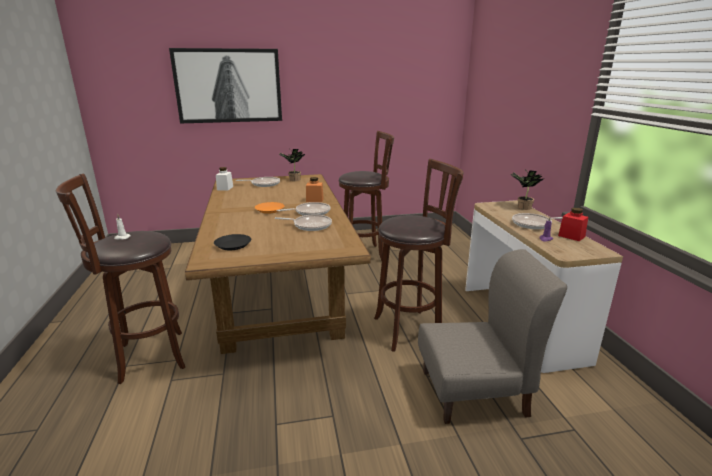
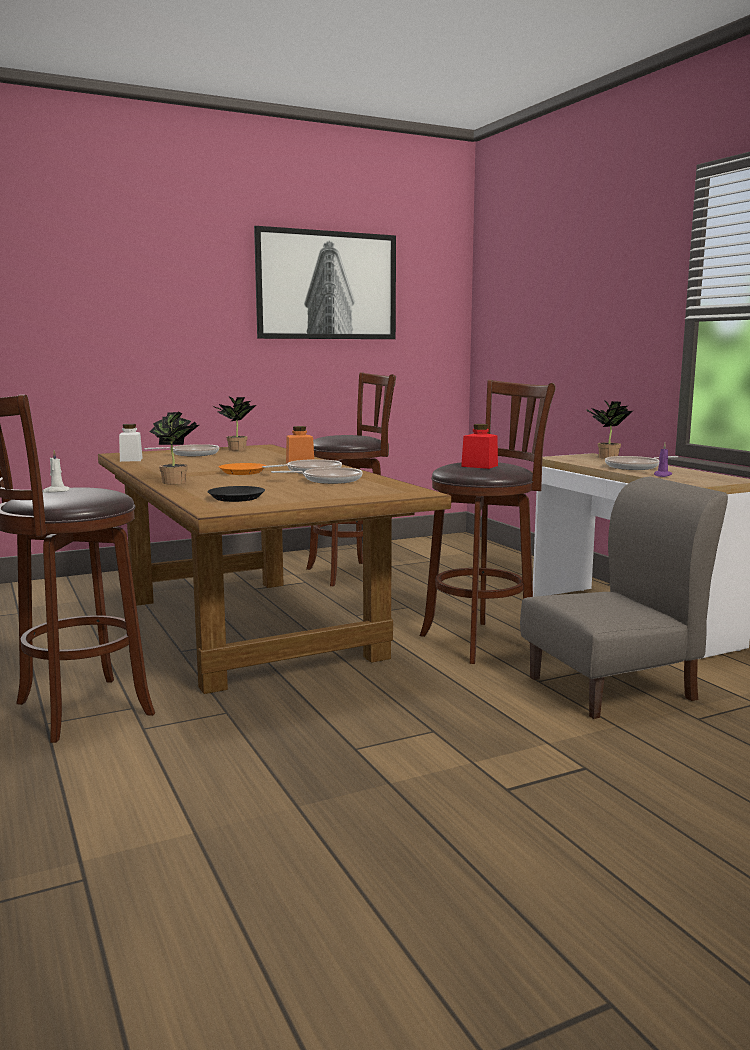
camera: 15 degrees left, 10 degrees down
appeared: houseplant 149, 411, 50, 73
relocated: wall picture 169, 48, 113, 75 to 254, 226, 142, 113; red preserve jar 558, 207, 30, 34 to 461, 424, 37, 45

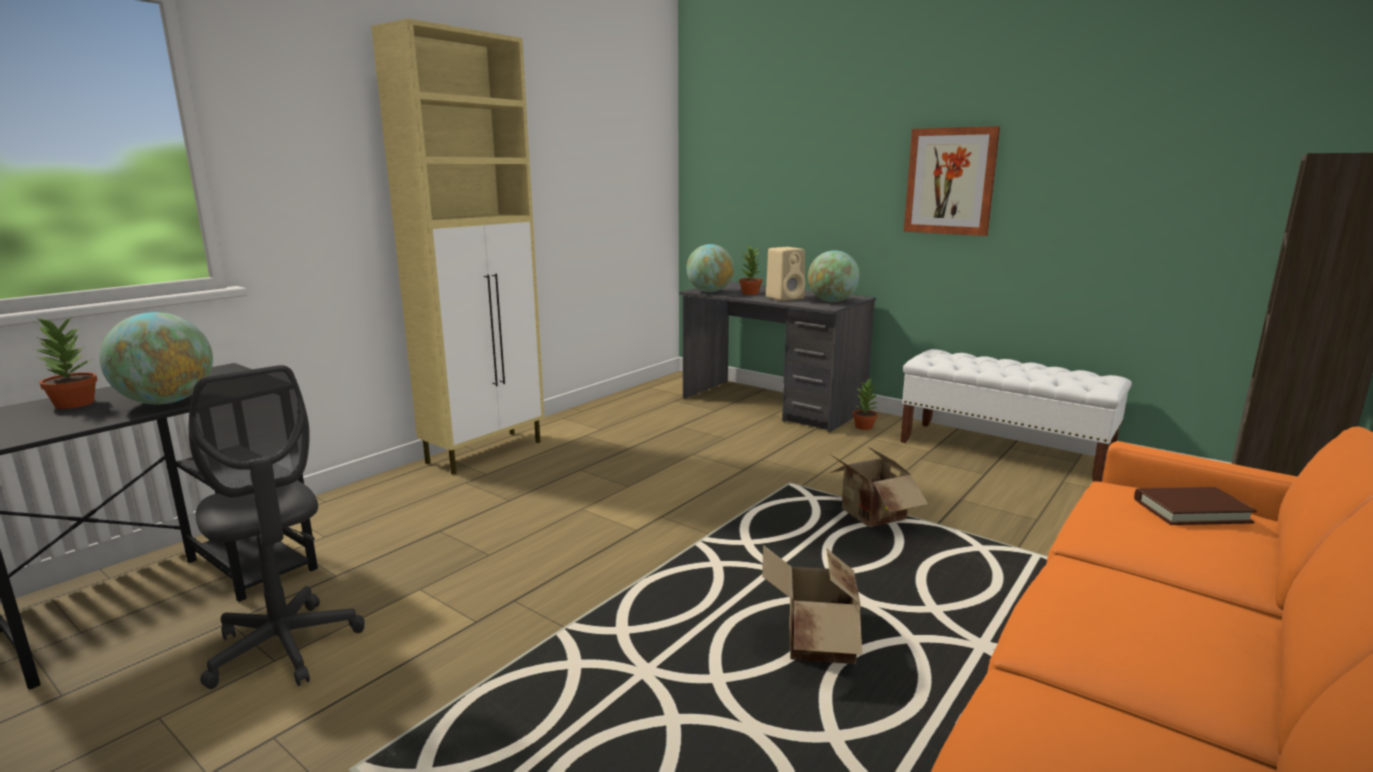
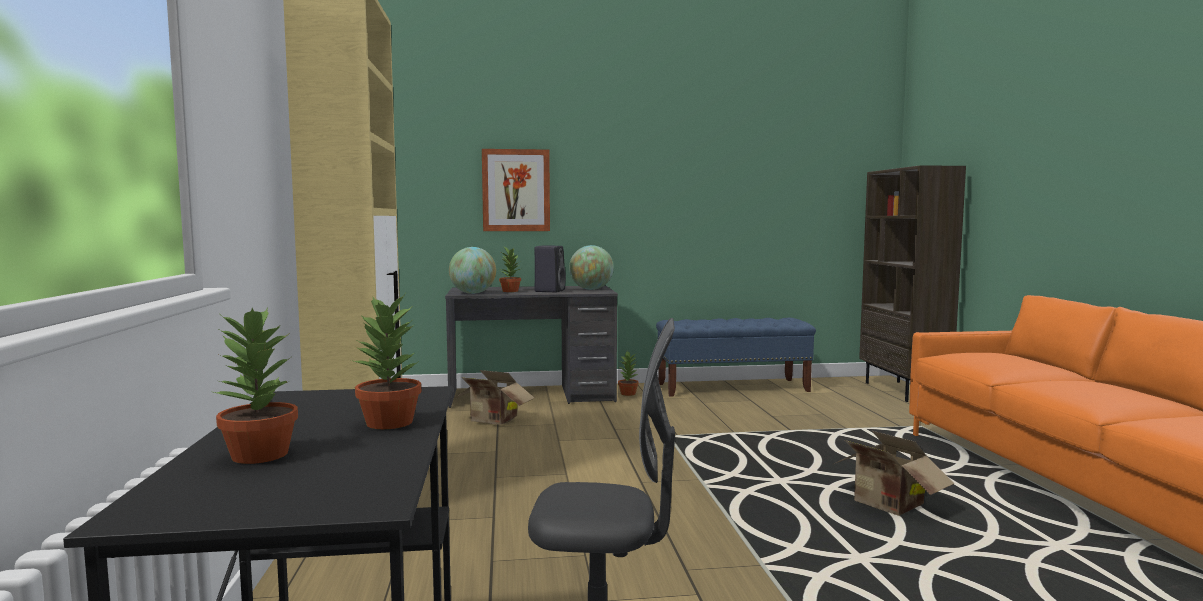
camera: 45 degrees left, 10 degrees down
missing: brownish volume 1134, 487, 123, 38
relocated: cardboard box 828, 446, 100, 81 to 455, 370, 79, 55; wall picture 904, 126, 96, 110 to 482, 149, 68, 82
exchanged: desk globe 99, 312, 114, 92 to houseplant 351, 294, 70, 135
colour: beige-coloured speaker 766, 247, 39, 54 to black-coloured speaker 534, 246, 32, 46; white-coloured long seat 900, 349, 232, 133 to blue long seat 656, 318, 160, 79

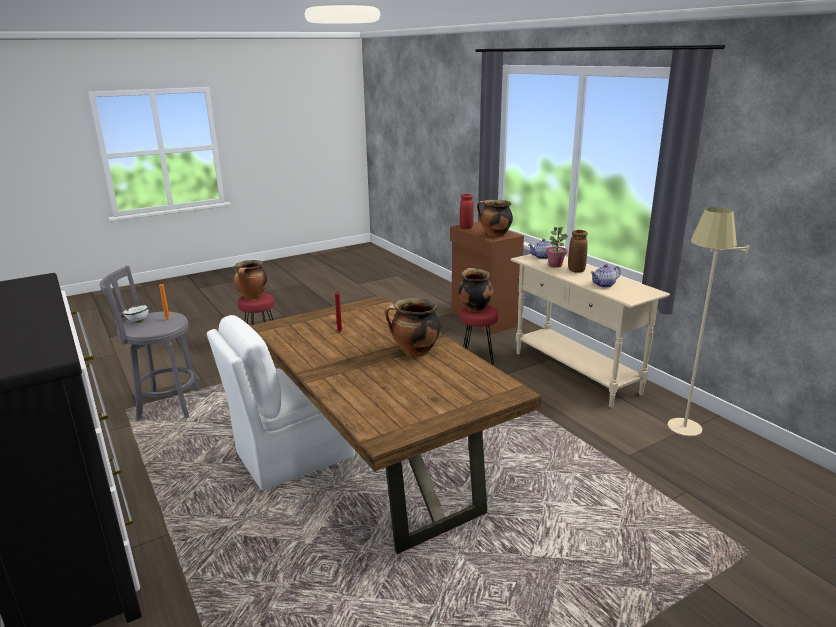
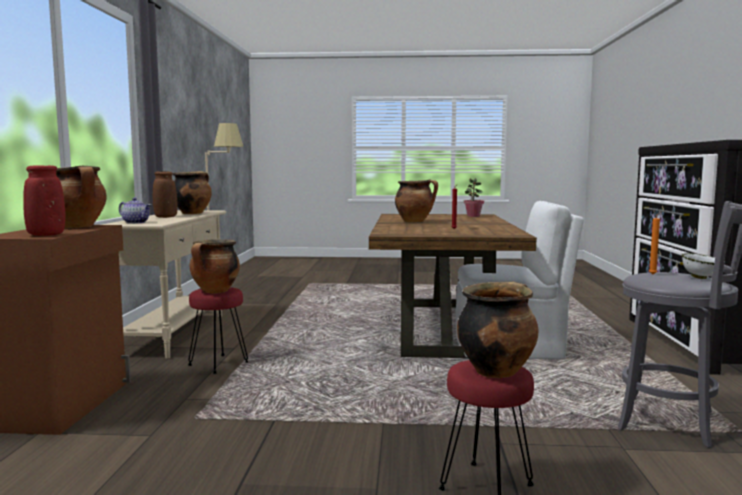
camera: 145 degrees left, 15 degrees down
relocated: houseplant 546, 227, 22, 41 to 464, 178, 20, 39
exchanged: pot for tea 590, 264, 31, 24 to saucepot 173, 171, 39, 43

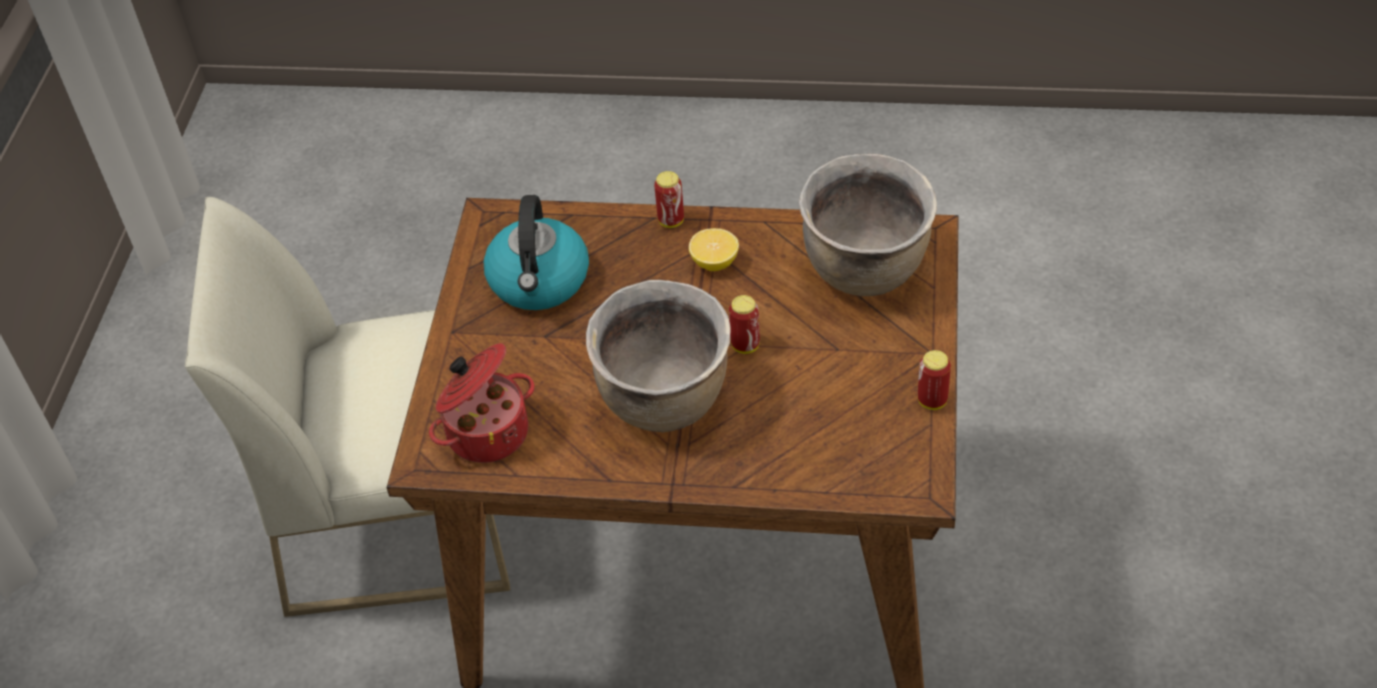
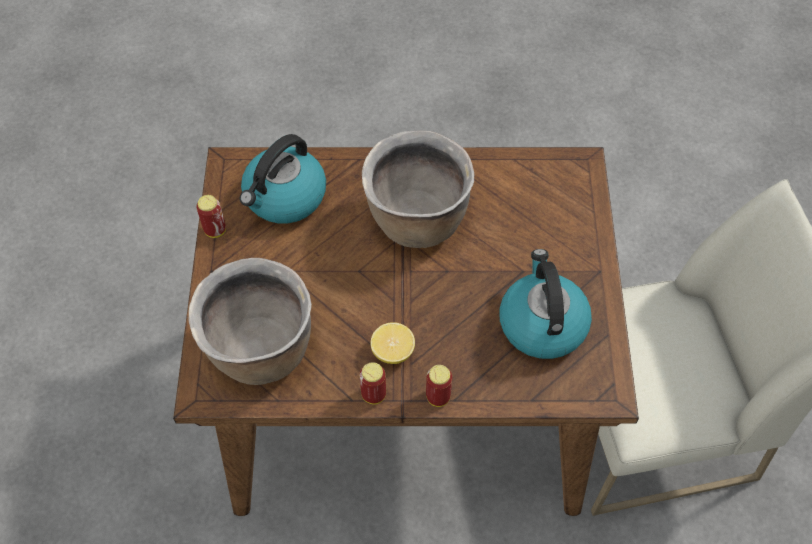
camera: 170 degrees right, 10 degrees up
missing: saucepot 429, 343, 105, 120
appeared: water kettle 240, 134, 86, 90
relocated: metal can 729, 295, 31, 59 to 359, 362, 27, 42

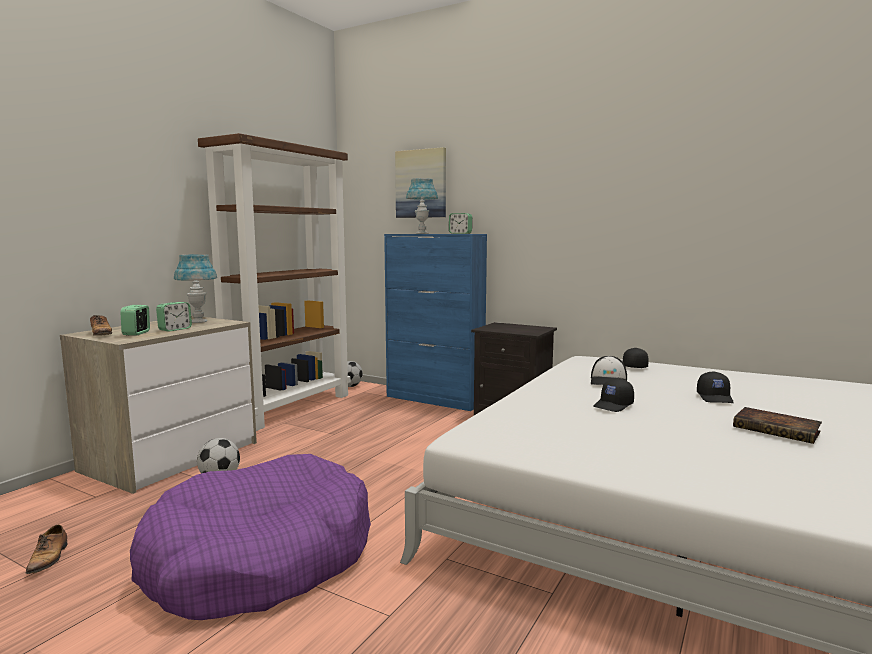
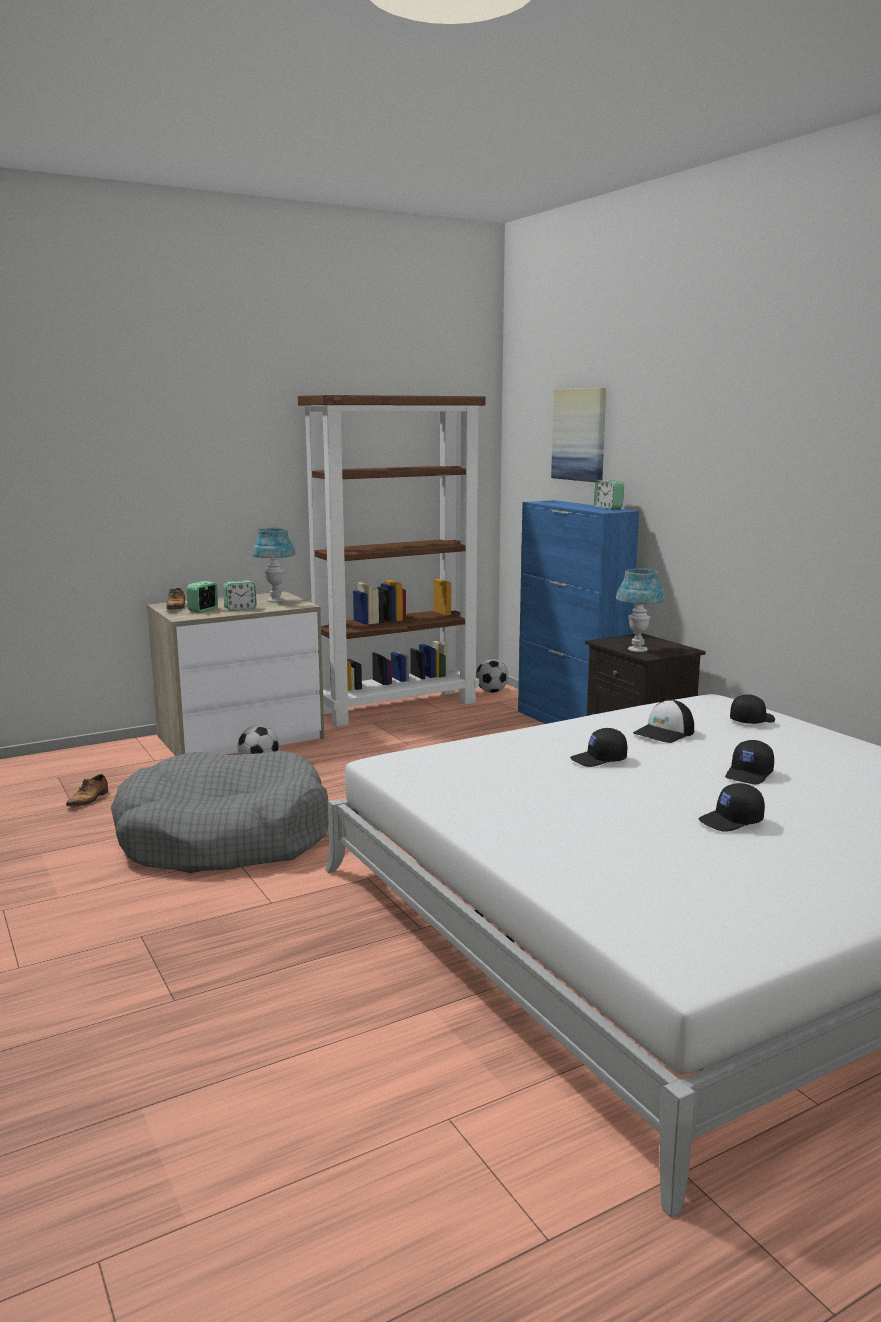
camera: 30 degrees right, 5 degrees up
relocated: blue lamp for a table 406, 178, 32, 56 to 616, 568, 49, 84
exchanged: volume 733, 407, 89, 37 to black-coloured baseball cap 699, 783, 66, 49
colour: purplish dog bed 130, 454, 241, 166 to gray dog bed 111, 751, 218, 122

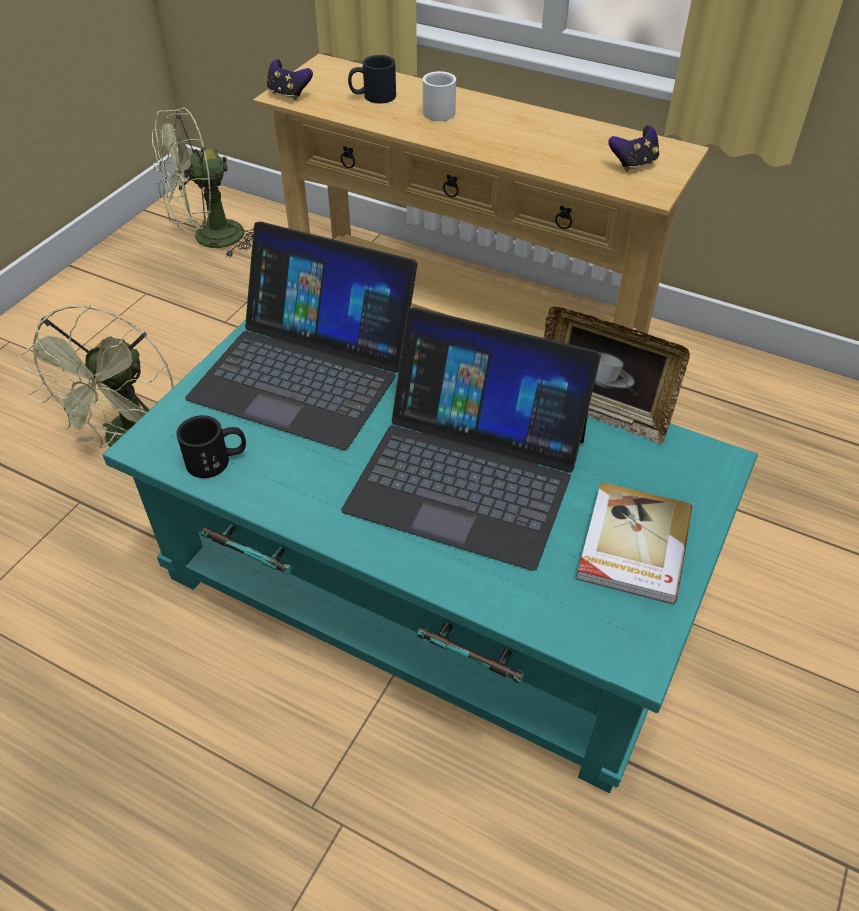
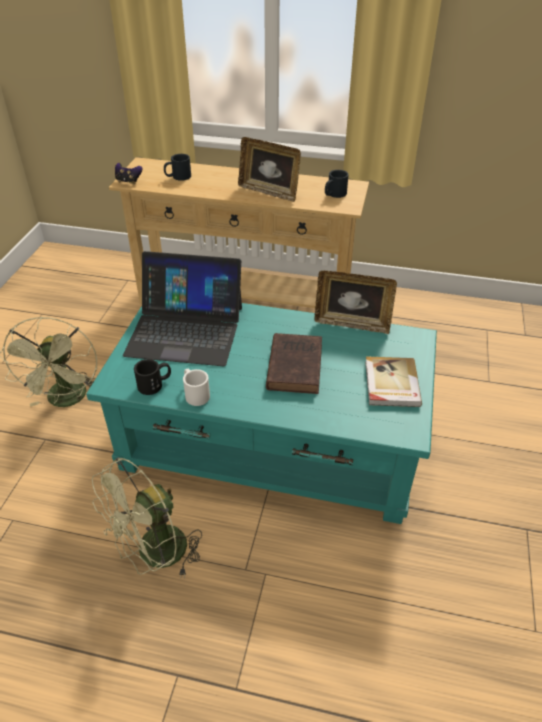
camera: 15 degrees left, 5 degrees down
appeared: photo frame 238, 137, 63, 65
relocated: green-coloured fan 152, 107, 102, 151 to 92, 457, 110, 118; white-coloured tea mug 423, 71, 33, 50 to 183, 369, 27, 37
exchanged: portable computer 342, 307, 259, 264 to brownish volume 266, 333, 56, 61; gamepad 608, 126, 51, 45 to black-coloured tea mug 325, 170, 24, 28

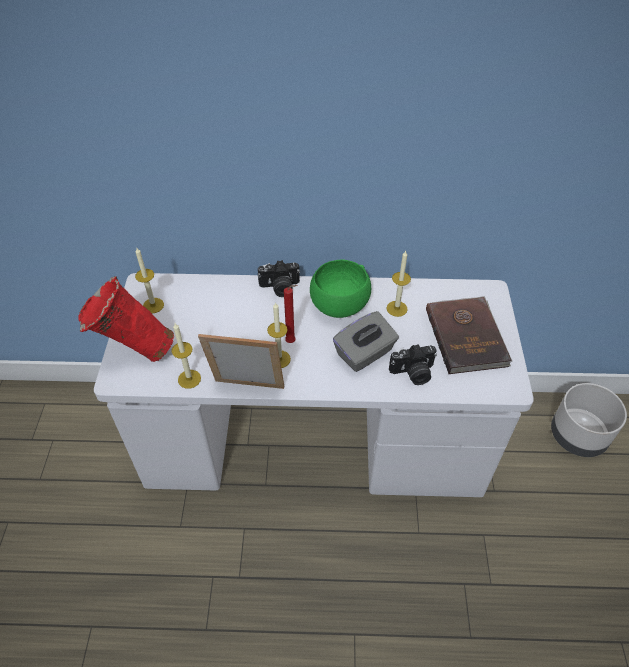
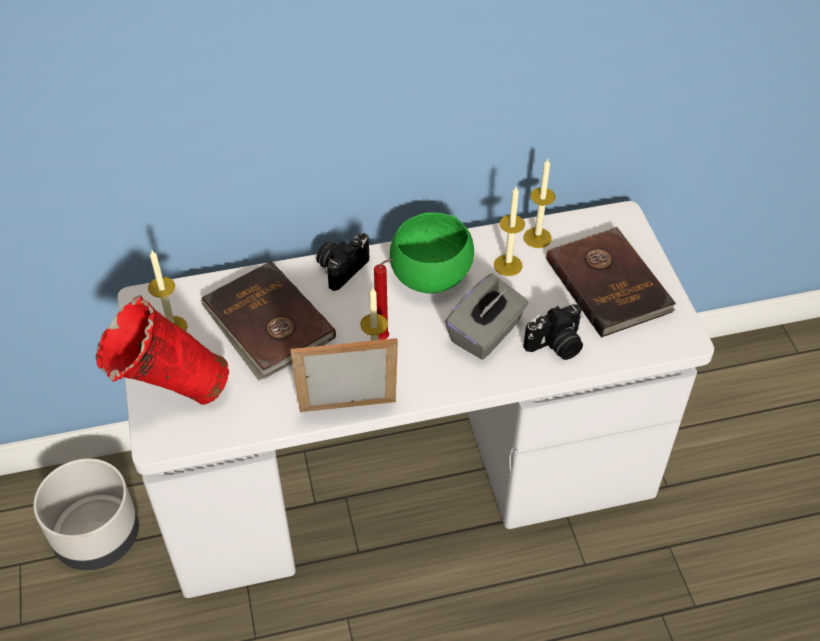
camera: 15 degrees left, 0 degrees up
appeared: brownish volume 201, 261, 135, 119
relocated: wax candle 172, 323, 29, 66 to 524, 159, 31, 89; gray flower pot 551, 383, 76, 74 to 34, 458, 105, 112
spun: still camera 258, 260, 42, 37 = 316, 233, 54, 58 150 degrees clockwise

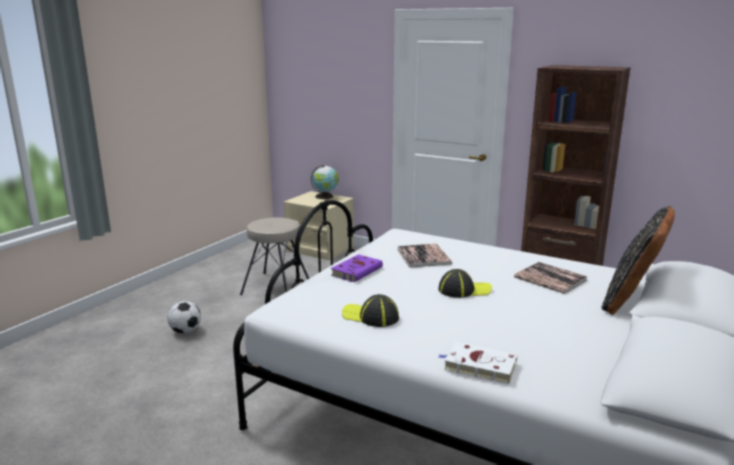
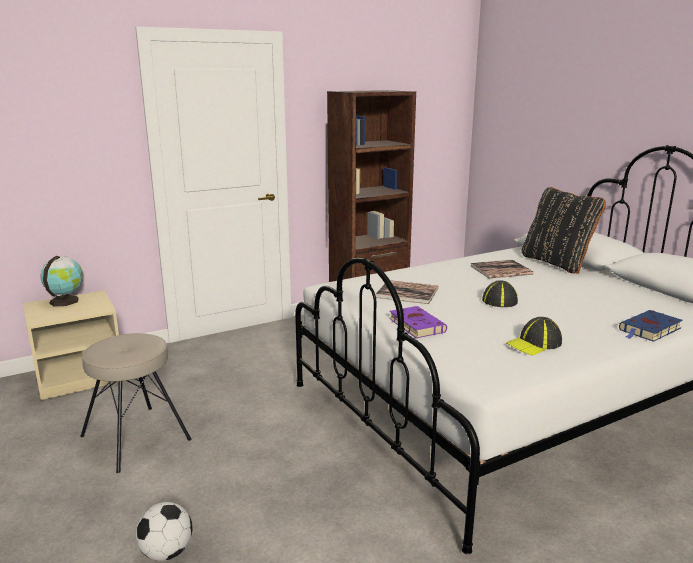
camera: 60 degrees left, 0 degrees up
colour: white-coloured volume 439, 342, 79, 42 to blue volume 619, 310, 64, 32

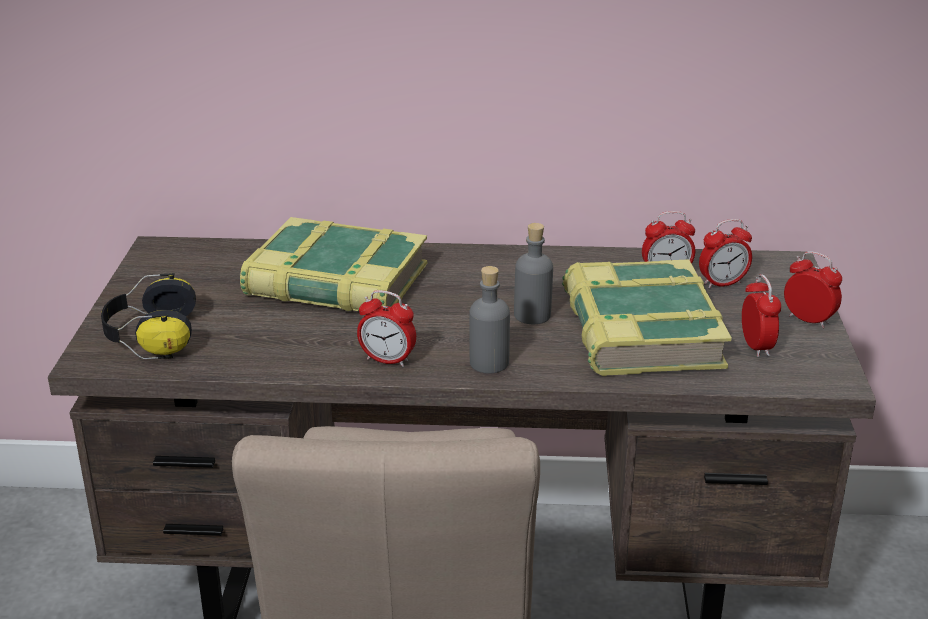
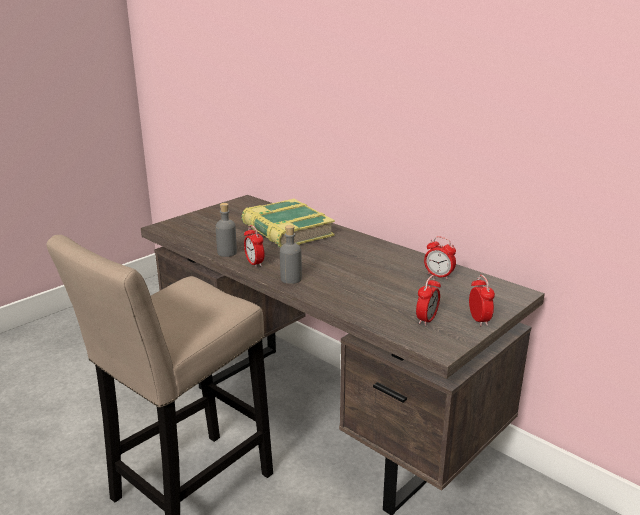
camera: 40 degrees right, 5 degrees down
missing: headphones 101, 273, 95, 86; volume 562, 259, 170, 117; table clock 699, 219, 53, 70
relocated: gray drink bottle 514, 223, 39, 101 to 216, 203, 21, 54

